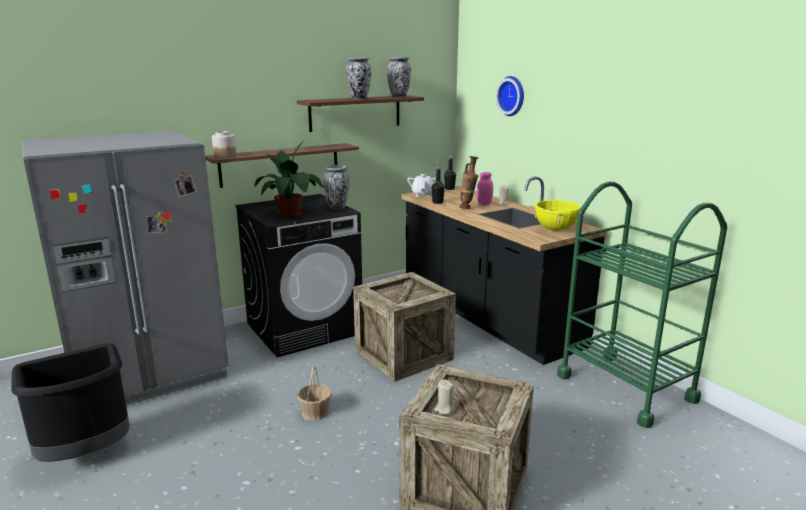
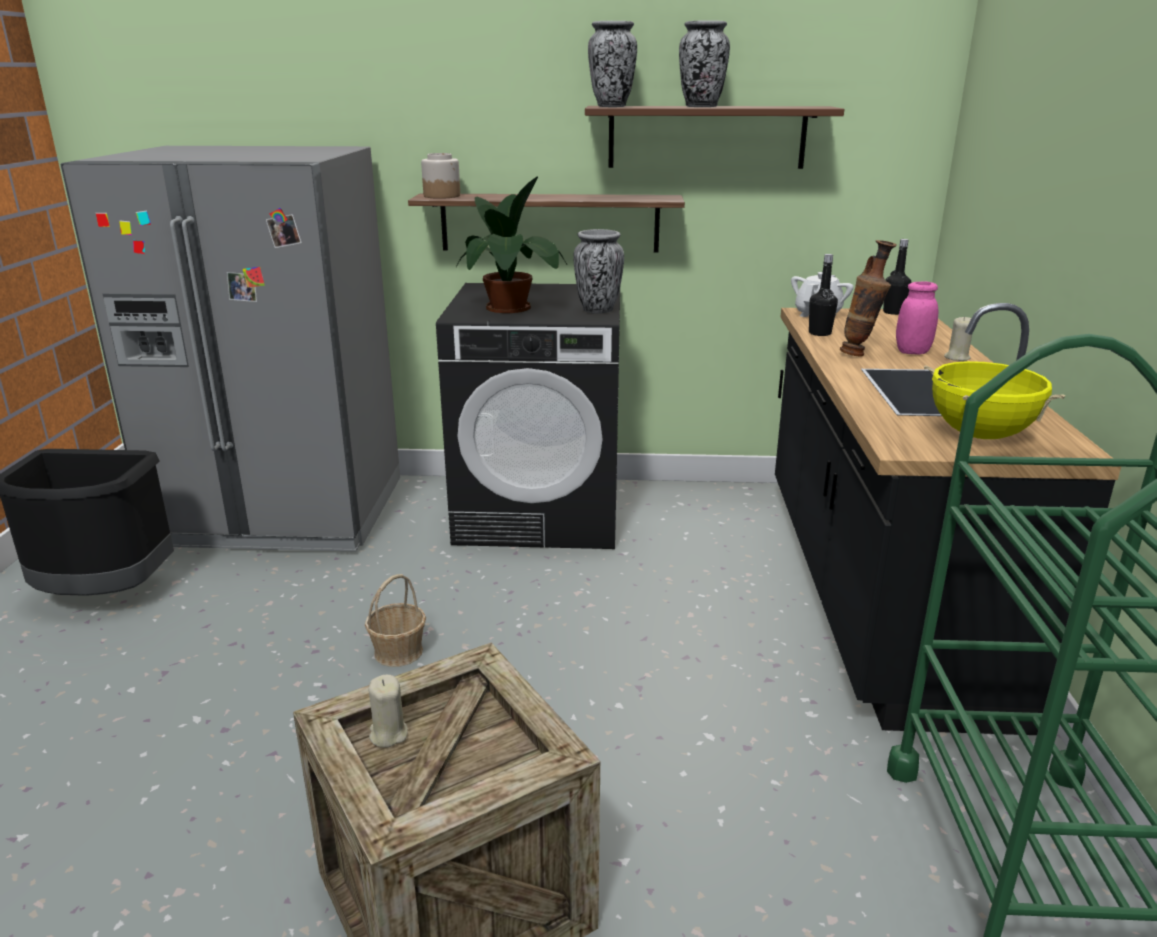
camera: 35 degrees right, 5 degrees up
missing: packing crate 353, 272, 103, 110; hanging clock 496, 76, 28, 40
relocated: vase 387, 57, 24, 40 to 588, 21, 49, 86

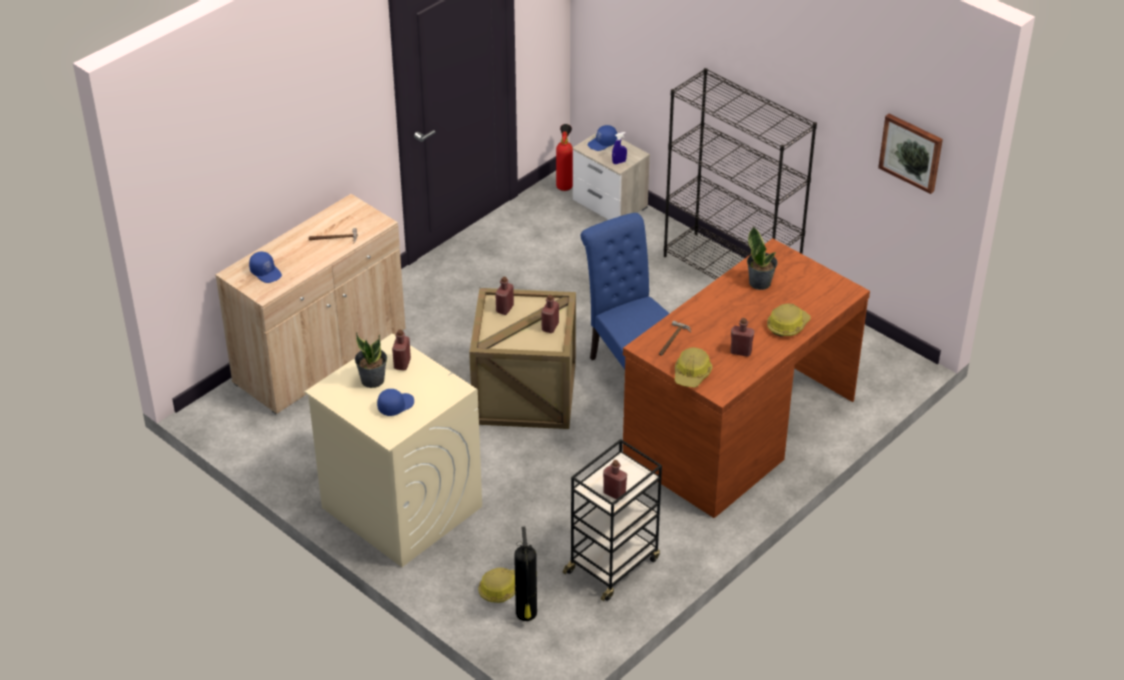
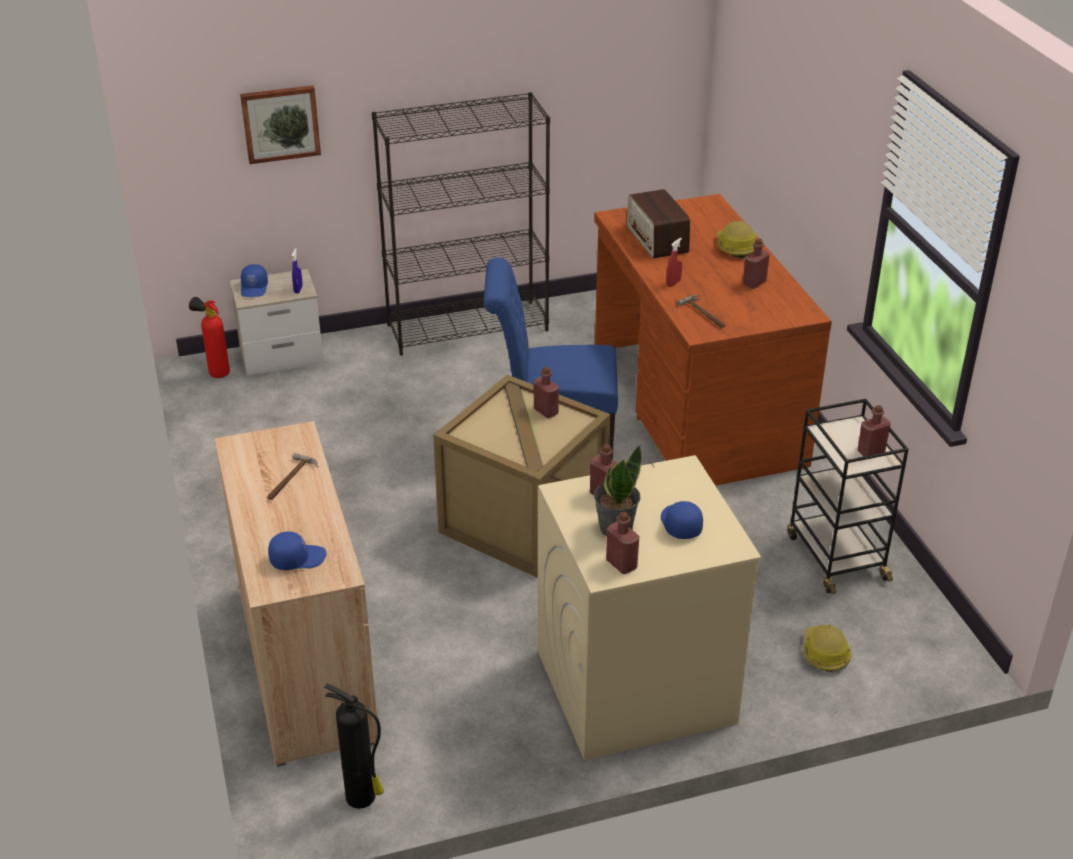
camera: 60 degrees left, 5 degrees down
missing: hard hat 675, 347, 38, 41
appeared: red spray bottle 666, 238, 16, 49
relocated: red drink bottle 495, 277, 19, 38 to 606, 512, 33, 62; extinguisher 514, 527, 23, 94 to 324, 684, 60, 125; wall picture 878, 114, 65, 80 to 240, 85, 81, 79
exchanged: houseplant 747, 227, 31, 63 to radio receiver 627, 189, 63, 69

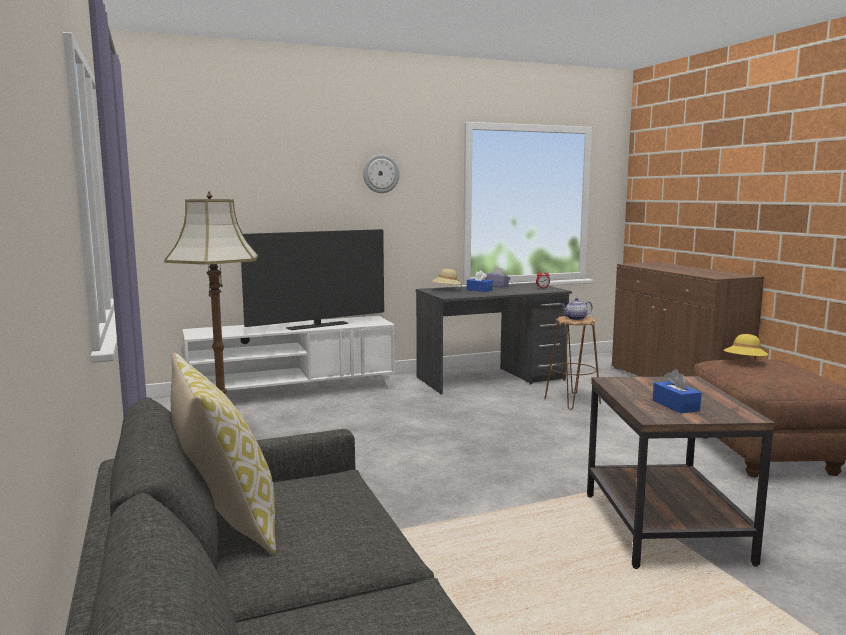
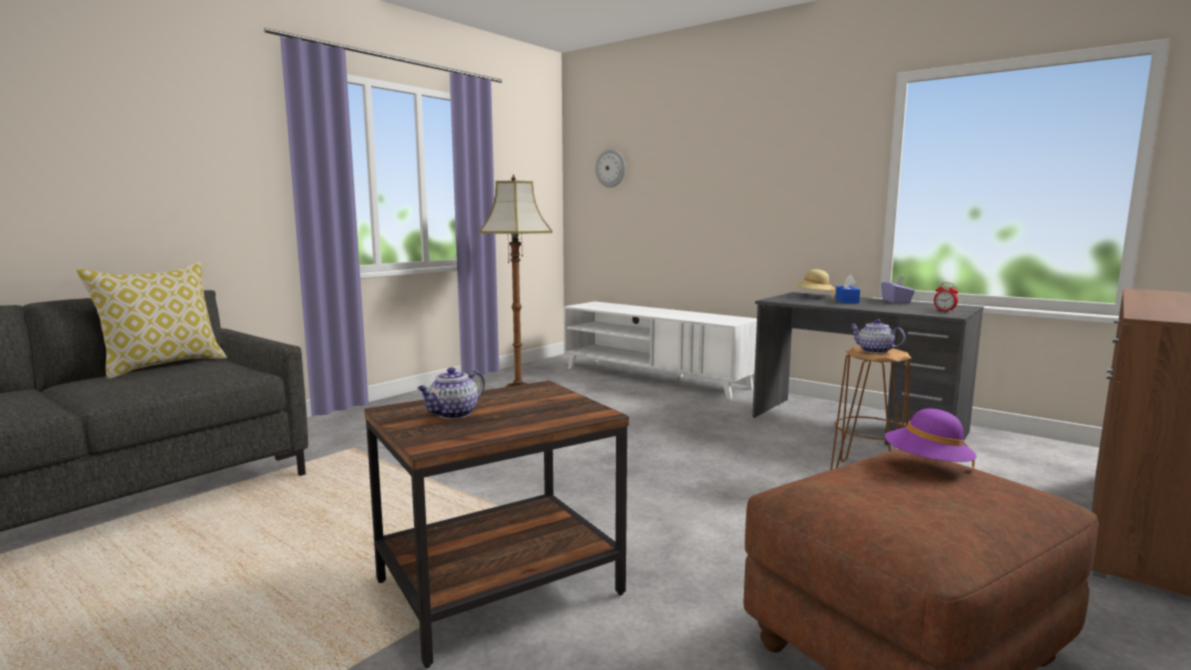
camera: 60 degrees right, 0 degrees up
missing: TV 241, 229, 143, 101
relocated: hanging clock 363, 154, 37, 39 to 596, 149, 29, 38
exchanged: blue box of tissues 653, 369, 49, 44 to pot for tea 417, 367, 68, 52
colour: yellow-coloured wearable hat 724, 334, 45, 25 to purplish wearable hat 885, 408, 91, 61

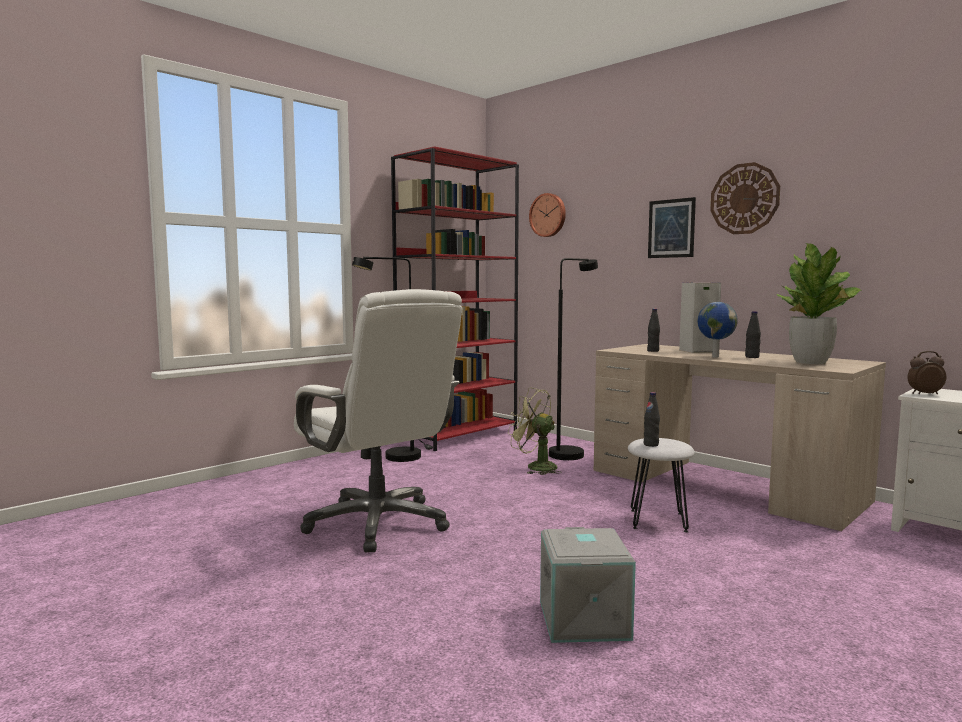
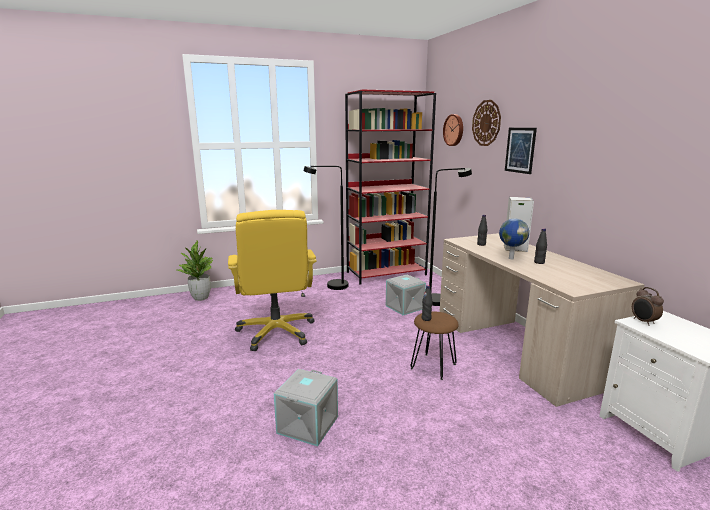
camera: 25 degrees right, 10 degrees up
relocated: hanging clock 710, 162, 70, 72 to 472, 100, 29, 46; houseplant 777, 243, 84, 121 to 175, 240, 38, 61
exchanged: green-coloured fan 508, 387, 54, 88 to gray storage bin 386, 274, 40, 41
colour: white-coloured computer chair 294, 289, 168, 263 to yellow-coloured computer chair 228, 210, 89, 141; white-coloured sitting stool 628, 438, 67, 94 to brownish sitting stool 410, 311, 49, 69
spun: table clock 907, 351, 39, 43 = 632, 287, 32, 39 135 degrees counterclockwise

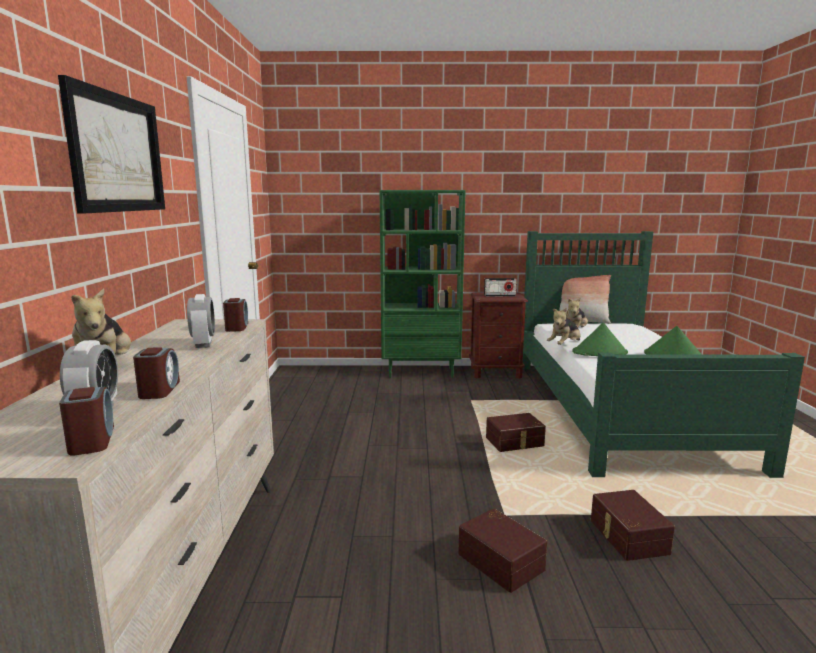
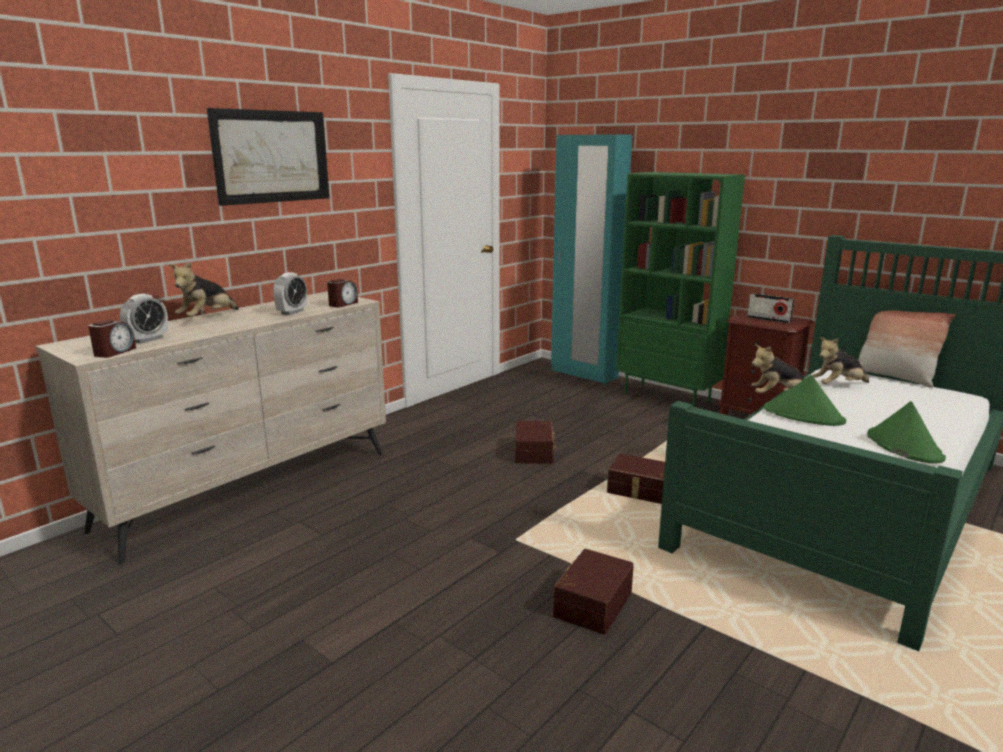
camera: 40 degrees right, 5 degrees up
missing: table clock 133, 347, 47, 52
appeared: blue-green clothes cupboard 551, 134, 81, 250
relocated: brownish storage bin 458, 508, 89, 85 to 515, 421, 41, 43

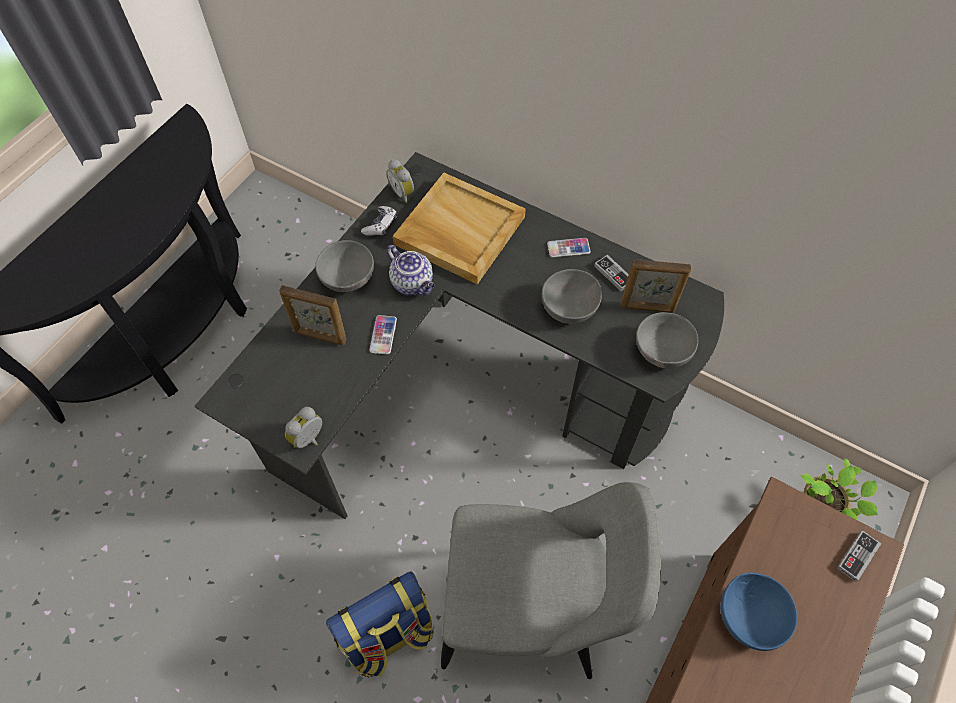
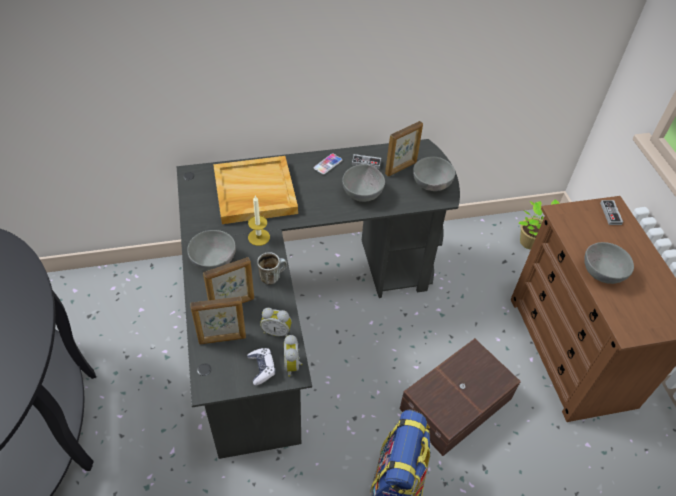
camera: 45 degrees left, 10 degrees down
appeared: photo frame 190, 297, 56, 47
relocated: gamepad 361, 206, 36, 30 to 247, 348, 29, 37; table clock 386, 159, 28, 44 to 260, 308, 32, 29
exchanged: handset 369, 315, 28, 39 to tea mug 257, 252, 30, 33; pot for tea 387, 245, 48, 50 to wax candle 248, 196, 22, 50; gray plain chair 441, 482, 220, 197 to brownish storage bin 400, 338, 121, 118
colour: blue serving bowl 720, 572, 77, 79 to gray serving bowl 584, 242, 50, 42

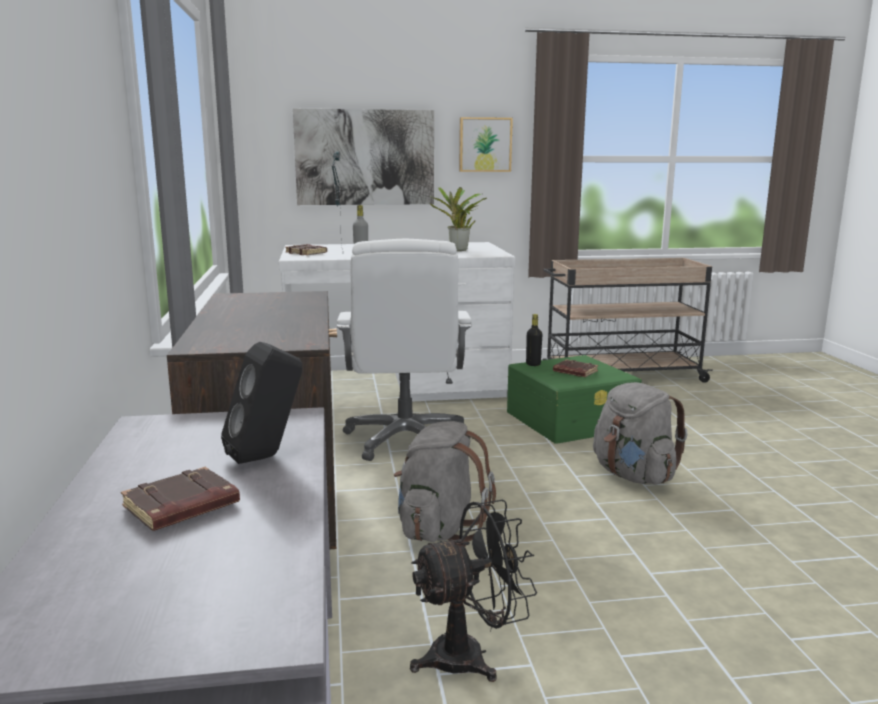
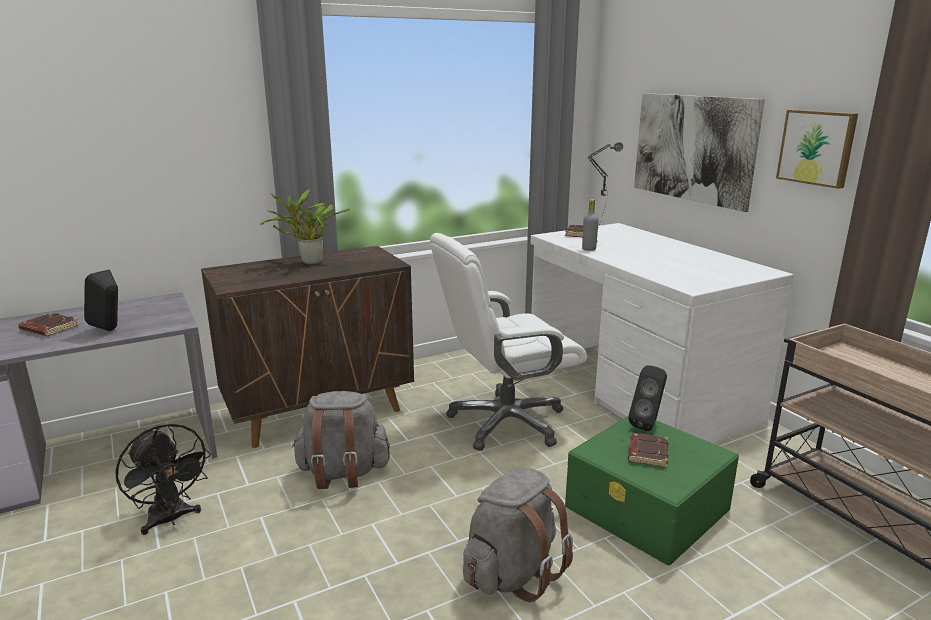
camera: 70 degrees right, 5 degrees up
relocated: houseplant 430, 187, 57, 64 to 260, 189, 91, 76
exchanged: black-coloured drink bottle 526, 314, 16, 52 to black-coloured speaker 628, 365, 39, 66

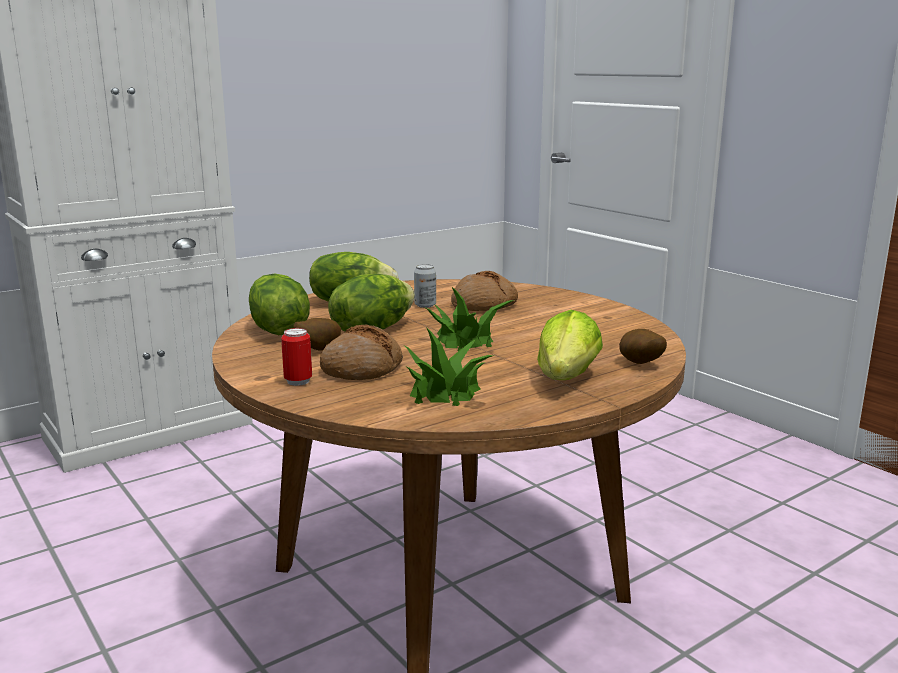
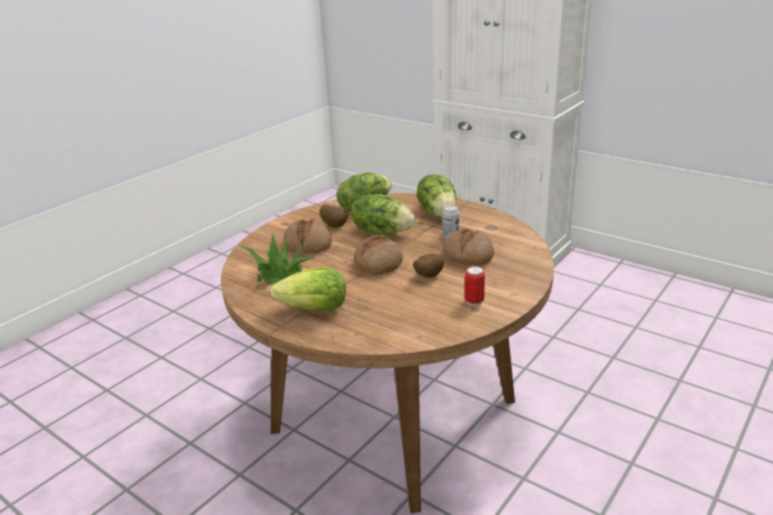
camera: 75 degrees right, 10 degrees up
relocated: metal can 281, 328, 31, 58 to 465, 266, 20, 40; spud 619, 329, 48, 35 to 413, 254, 31, 23
exchanged: houseplant 424, 287, 90, 64 to baked bread 354, 235, 49, 39

